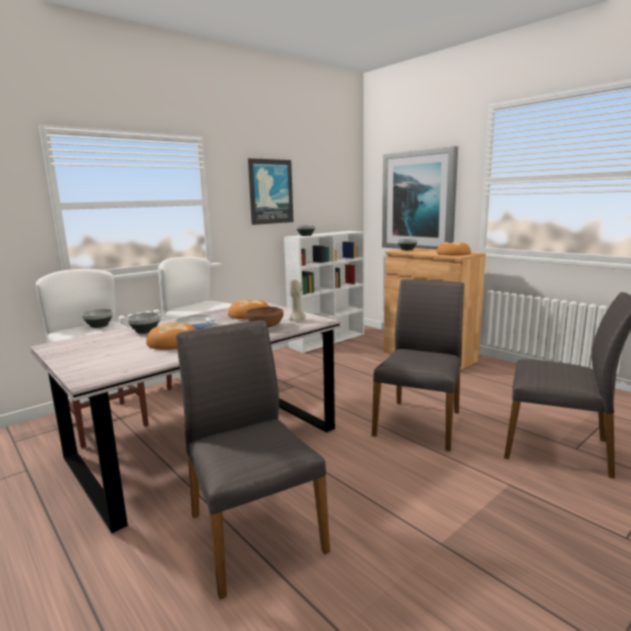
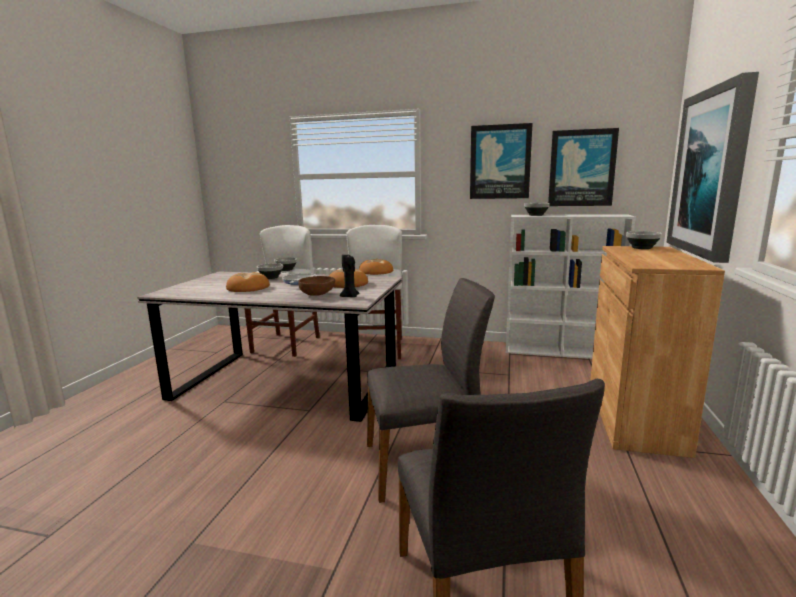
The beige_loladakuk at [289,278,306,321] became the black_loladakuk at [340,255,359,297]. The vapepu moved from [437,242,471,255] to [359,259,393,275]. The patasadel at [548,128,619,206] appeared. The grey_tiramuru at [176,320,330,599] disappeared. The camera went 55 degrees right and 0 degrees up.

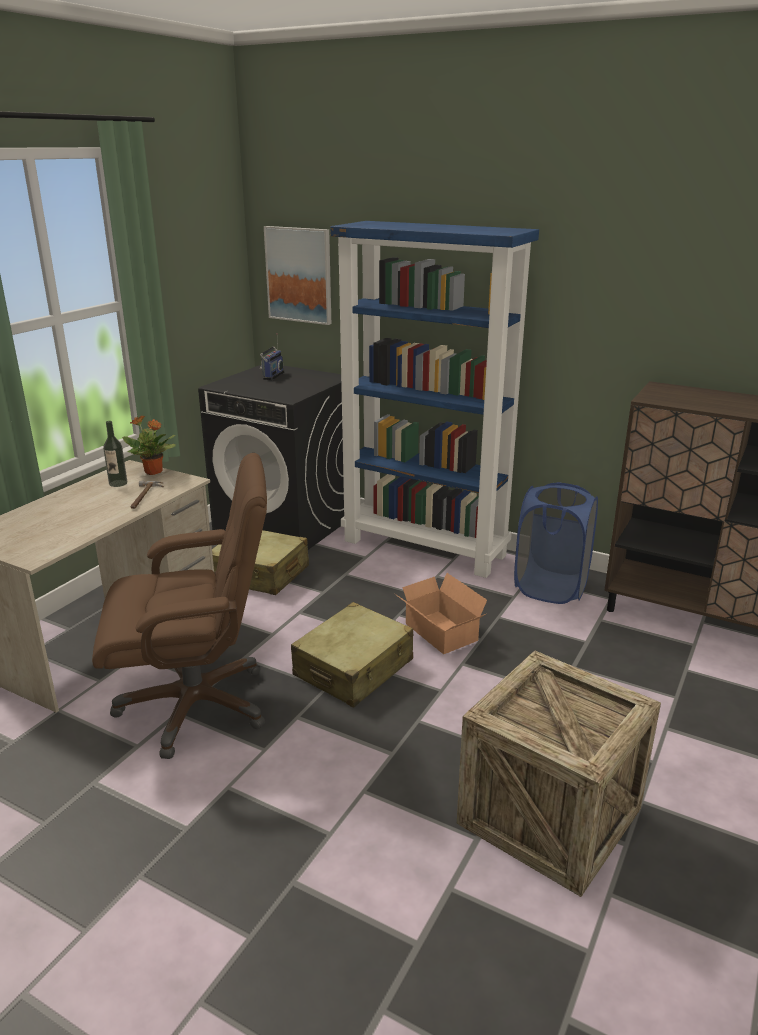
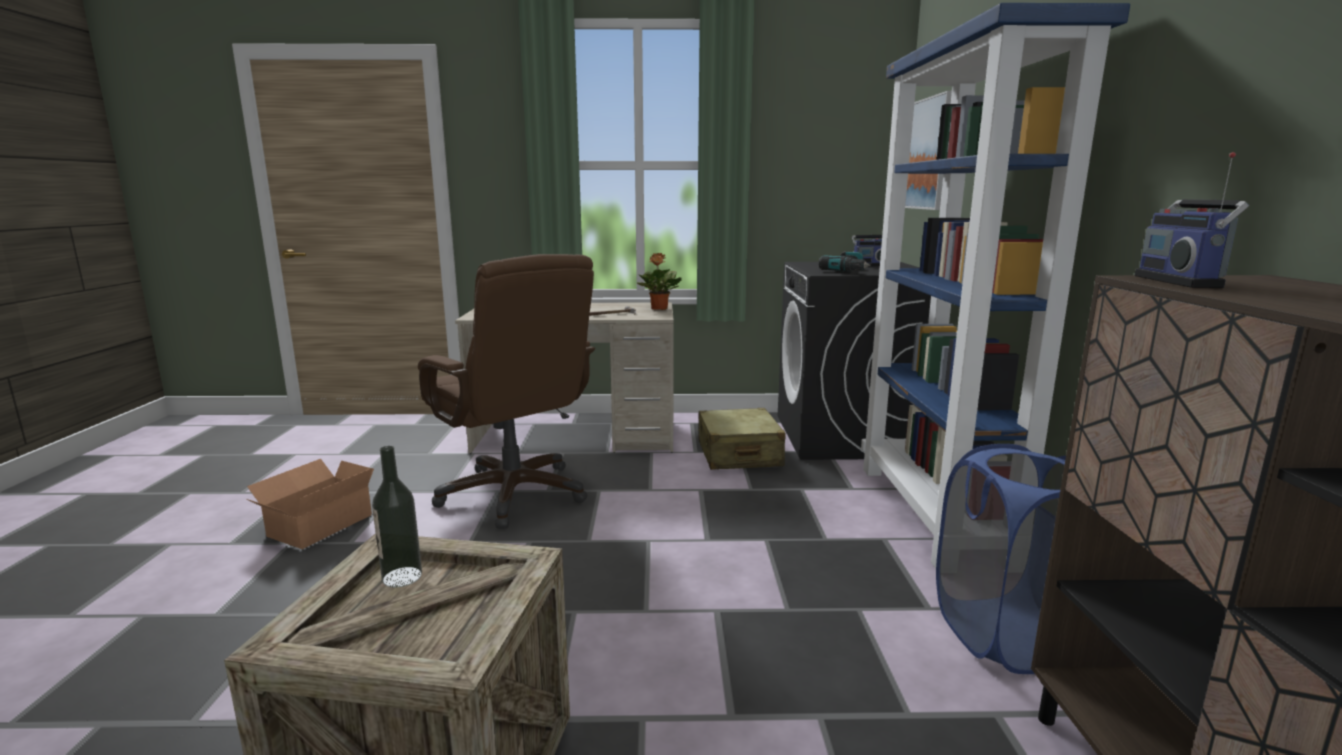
The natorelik moved from [395,573,487,654] to [247,459,374,549]. The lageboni moved from [103,421,127,487] to [372,446,422,588]. The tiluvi at [818,251,871,272] appeared. The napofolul at [1135,152,1249,288] appeared. The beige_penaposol at [291,602,413,707] disappeared. The camera went 60 degrees right and 10 degrees down.

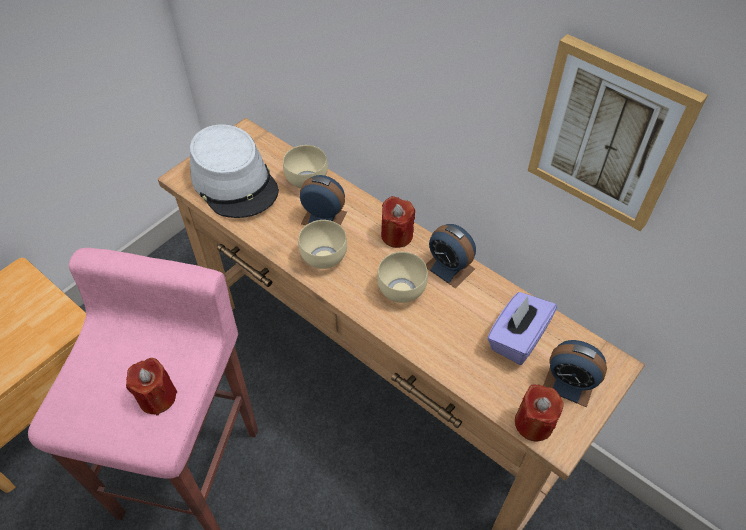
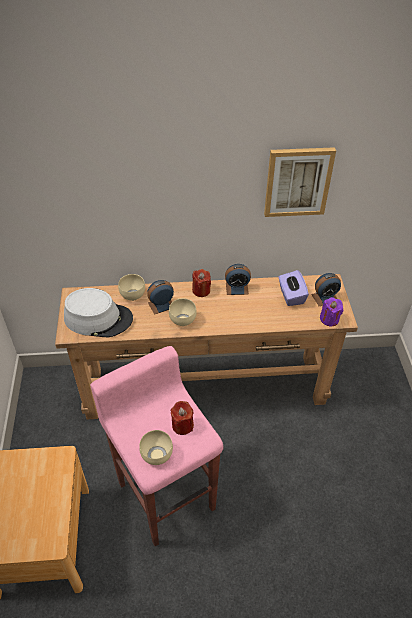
The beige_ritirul moved from [377,252,428,303] to [139,430,173,465]. The red_loladakuk at [515,384,564,442] became the purple_loladakuk at [320,297,343,326]. The camera went 45 degrees left and 5 degrees down.

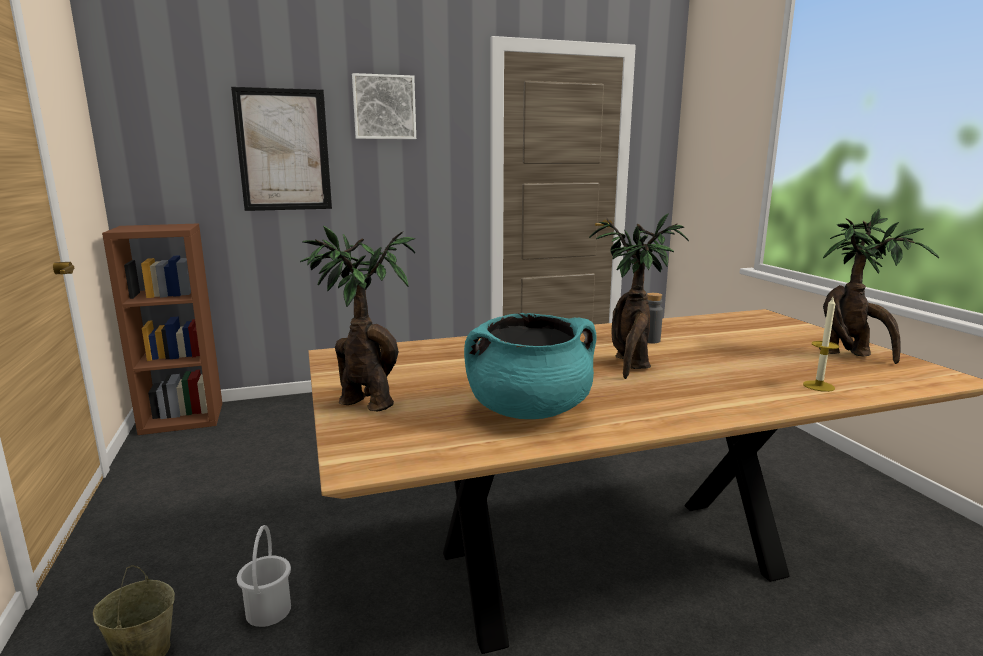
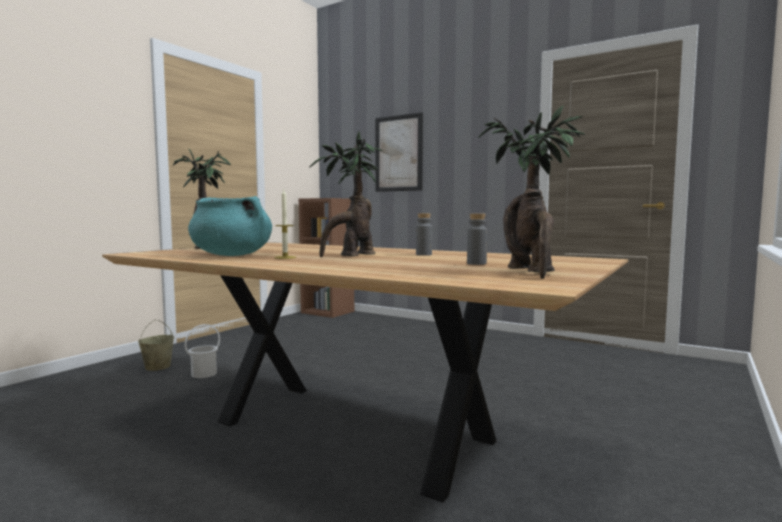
The loladakuk moved from [803,297,839,392] to [275,189,296,259]. The grey_lageboni at [467,213,487,265] appeared. The patasadel at [352,73,416,139] disappeared. The camera went 50 degrees right and 10 degrees down.

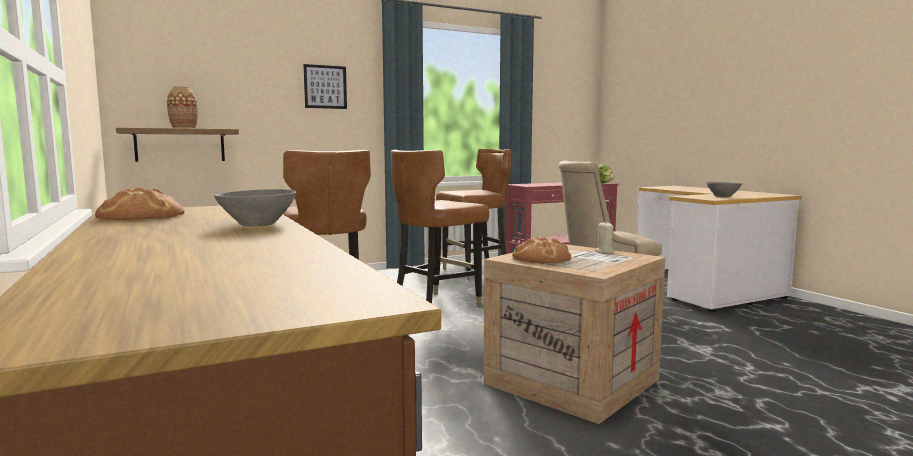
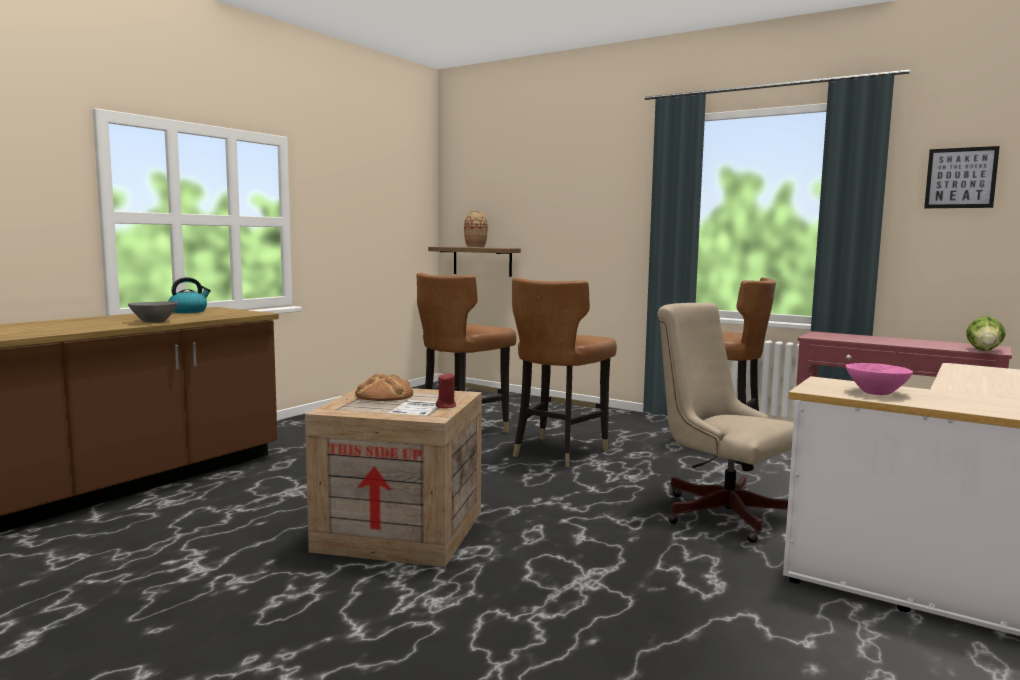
The vapepu at [95,187,185,220] was replaced by the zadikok at [168,277,211,313]. The beige_loladakuk at [595,222,614,253] became the red_loladakuk at [436,372,456,408]. The brown_tiramuru at [391,149,489,307] turned 75 degrees counterclockwise. The grey_ritirul at [706,182,742,197] became the pink_ritirul at [846,363,913,395]. The patasadel moved from [303,64,347,109] to [924,146,1000,208]. The camera went 60 degrees right and 0 degrees up.

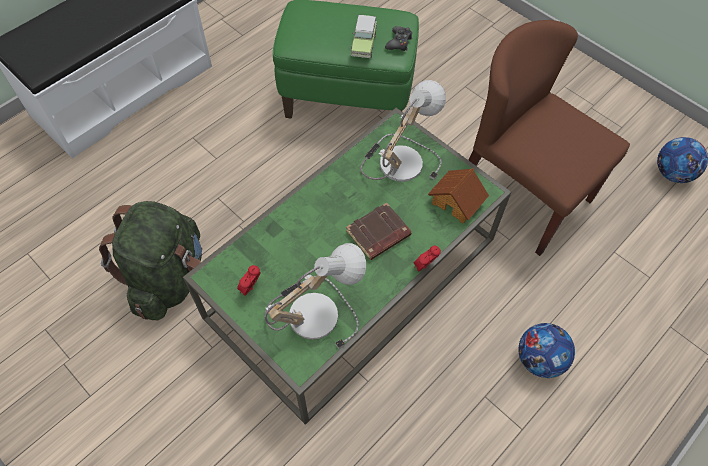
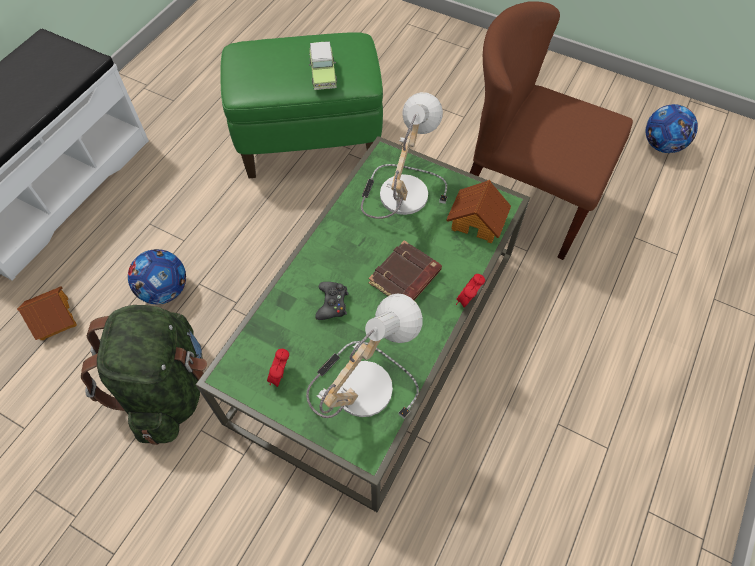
The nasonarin at [17,286,77,340] appeared. The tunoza moved from [518,323,575,378] to [128,249,186,304]. The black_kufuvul moved from [385,26,412,51] to [315,282,348,320]. The camera went 15 degrees left and 0 degrees up.

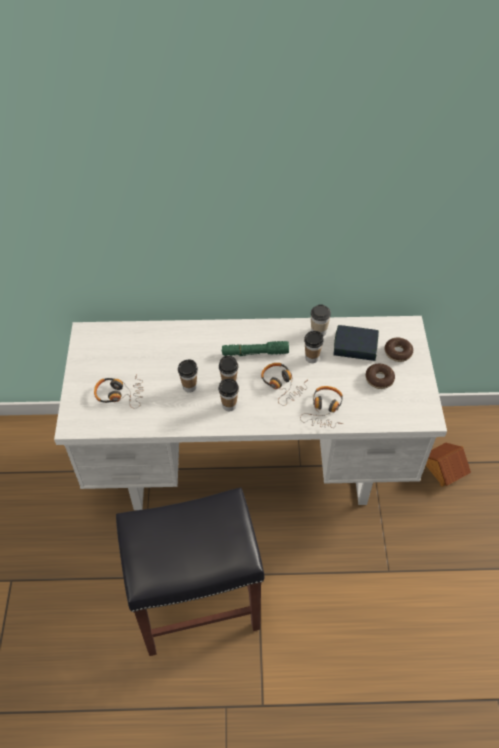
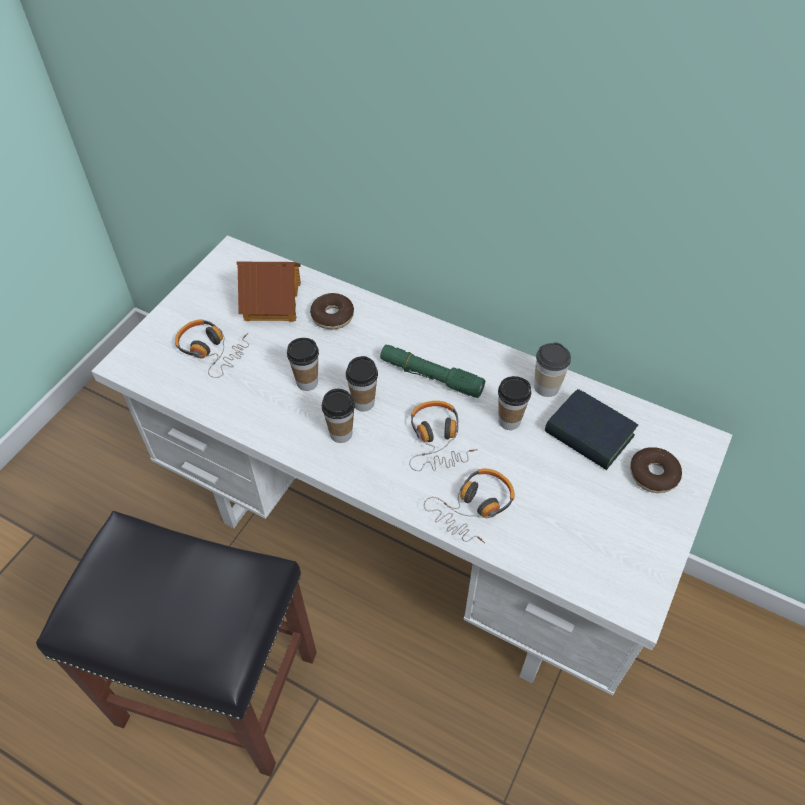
The nasonarin moved from [426,443,471,487] to [237,262,301,322]. The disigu moved from [366,364,395,389] to [310,293,354,329]. The camera went 30 degrees right and 0 degrees up.

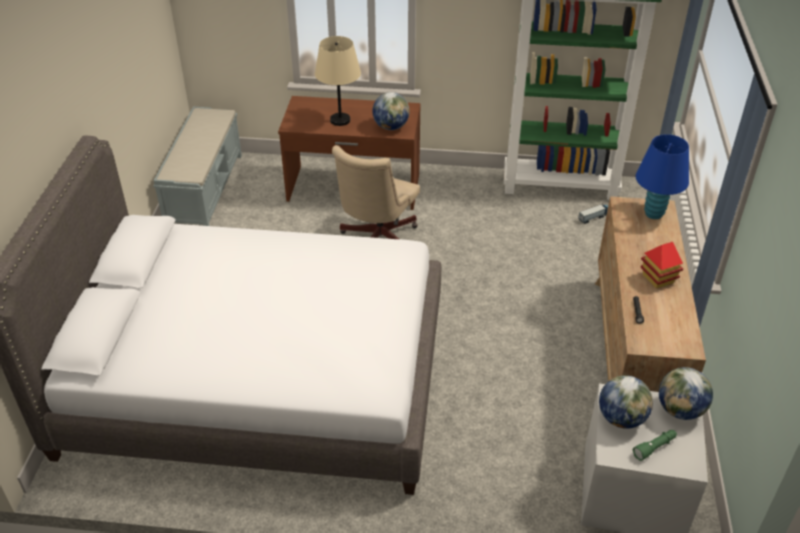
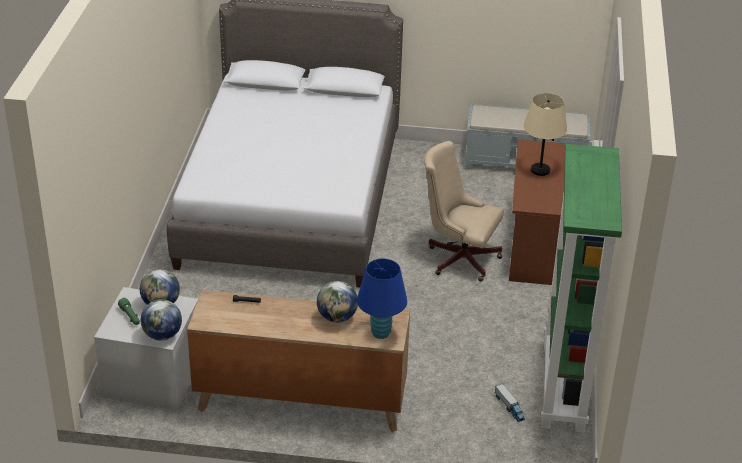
The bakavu moved from [372,92,410,130] to [317,281,358,323]. The nasonarin at [641,242,683,289] disappeared. The camera went 90 degrees right and 5 degrees down.

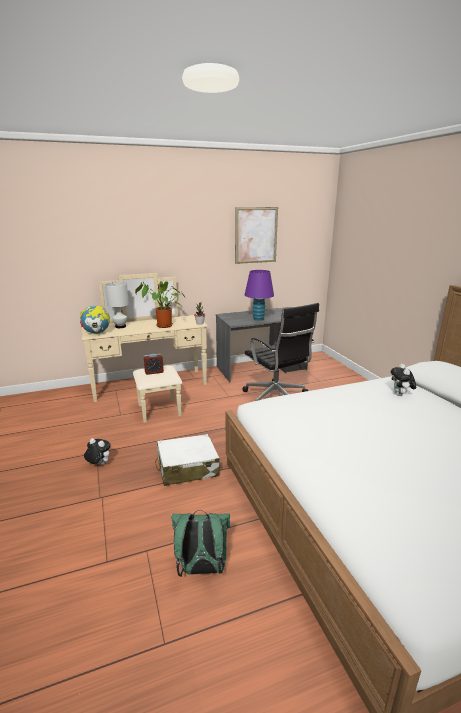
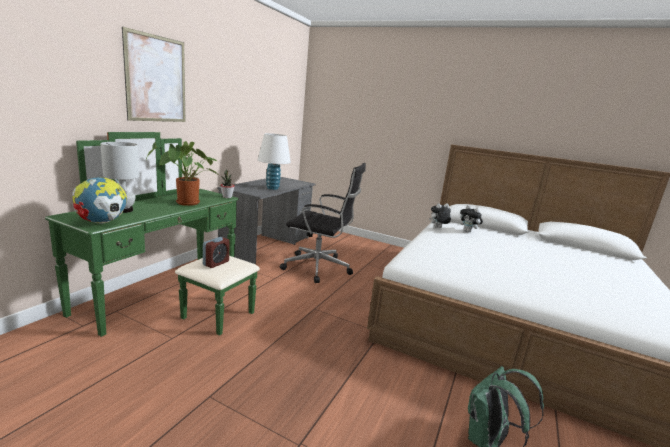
The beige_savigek at [81,273,208,423] became the green_savigek at [45,132,260,337]. The patasadel moved from [235,207,278,264] to [122,27,185,122]. The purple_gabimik at [245,270,274,321] became the white_gabimik at [258,133,291,190]. The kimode moved from [84,438,111,465] to [429,203,451,228]. The white_penaposol at [155,434,220,486] disappeared. The camera went 45 degrees left and 5 degrees down.

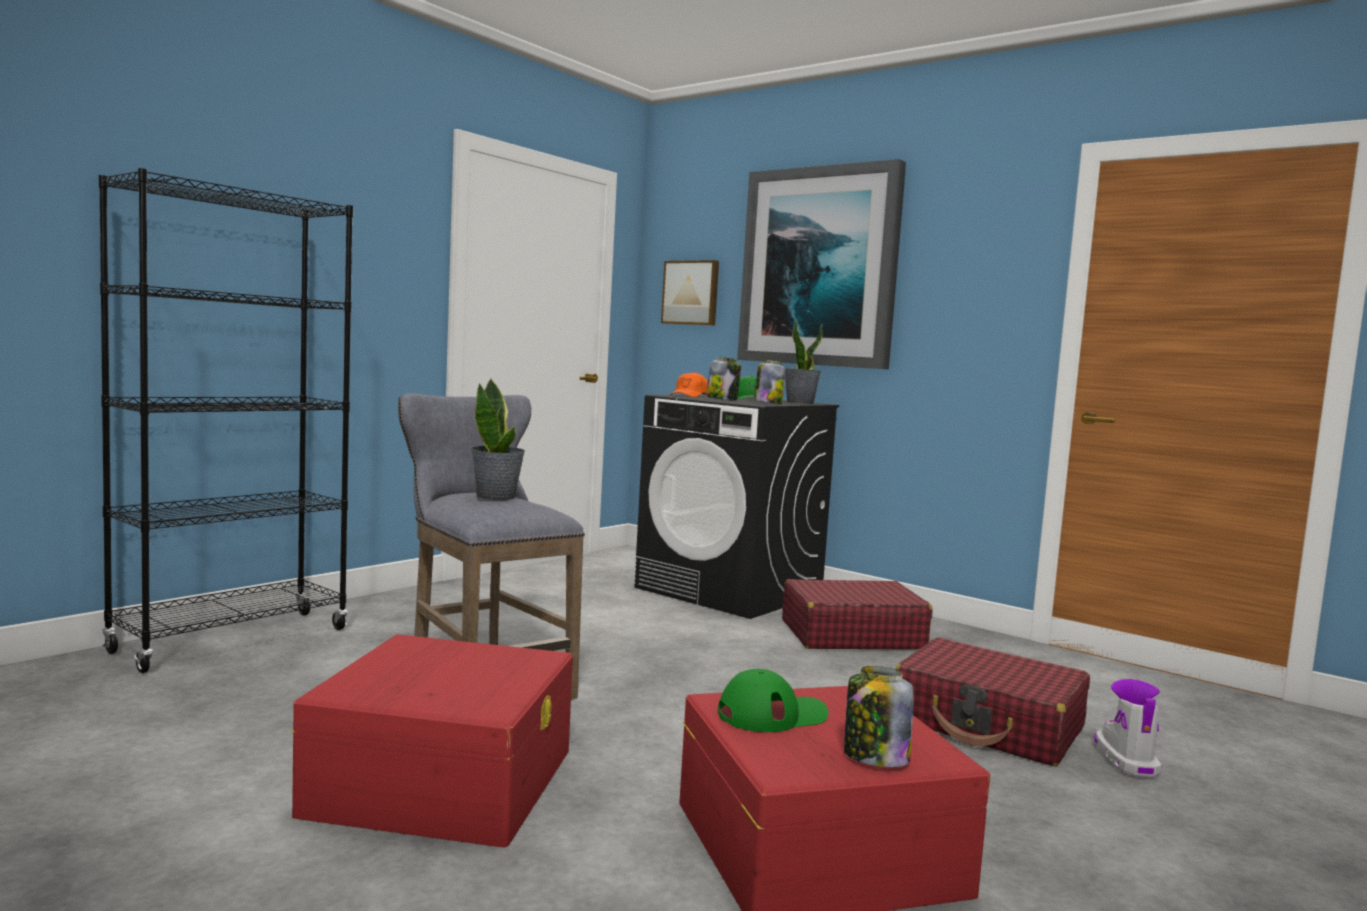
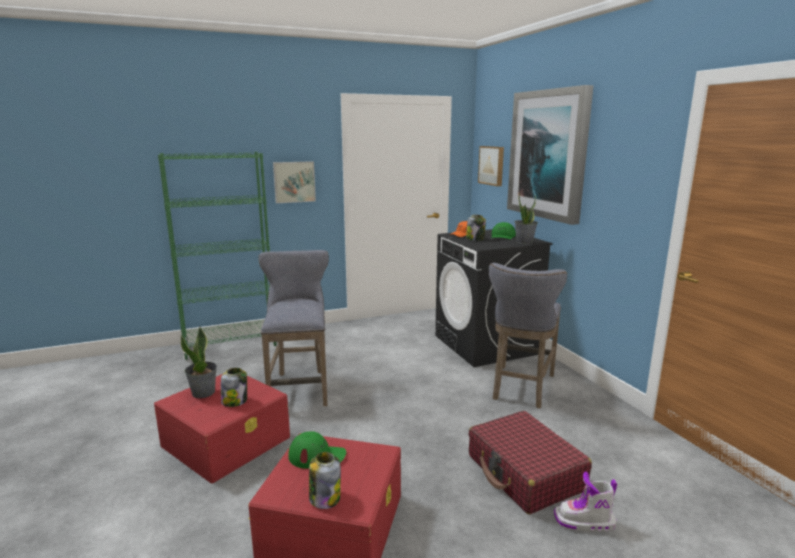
The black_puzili at [99,168,353,673] became the green_puzili at [158,152,278,360]. The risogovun moved from [470,378,525,500] to [181,327,217,398]. The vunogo moved from [753,360,786,404] to [221,368,247,407]. The patasadel at [273,161,316,203] appeared. The red_penaposol at [782,579,932,649] was replaced by the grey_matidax at [489,263,567,408]. The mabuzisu at [1094,679,1162,777] turned 120 degrees counterclockwise. The camera went 30 degrees right and 10 degrees up.

